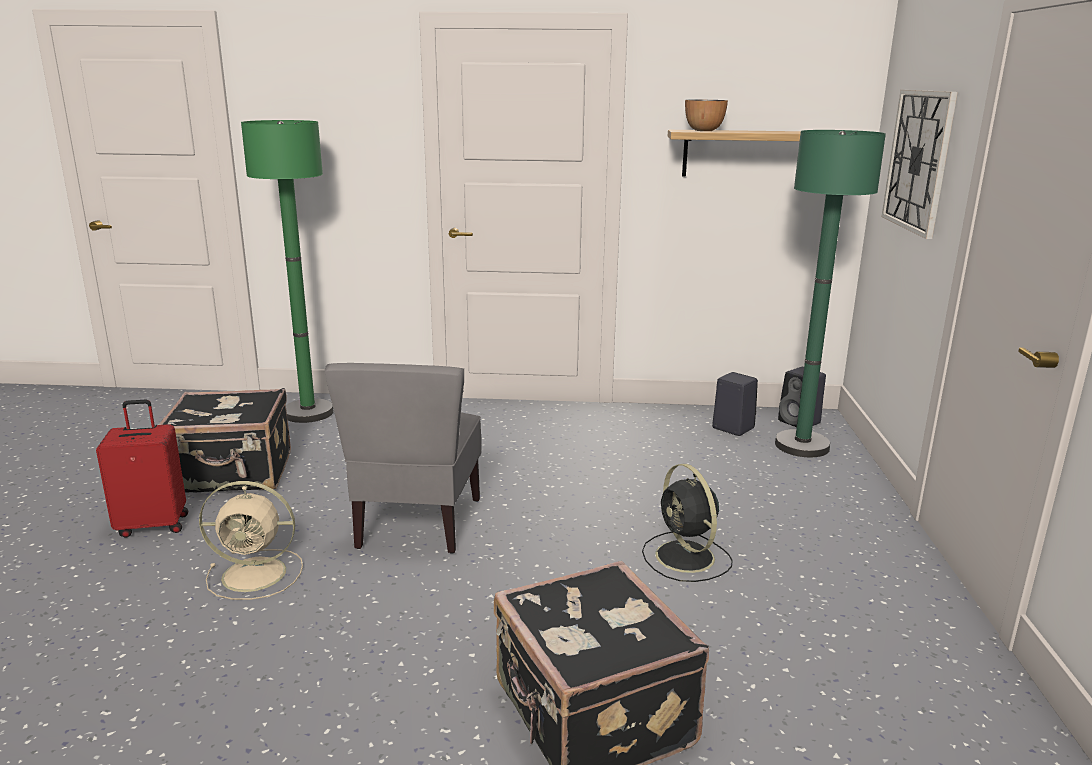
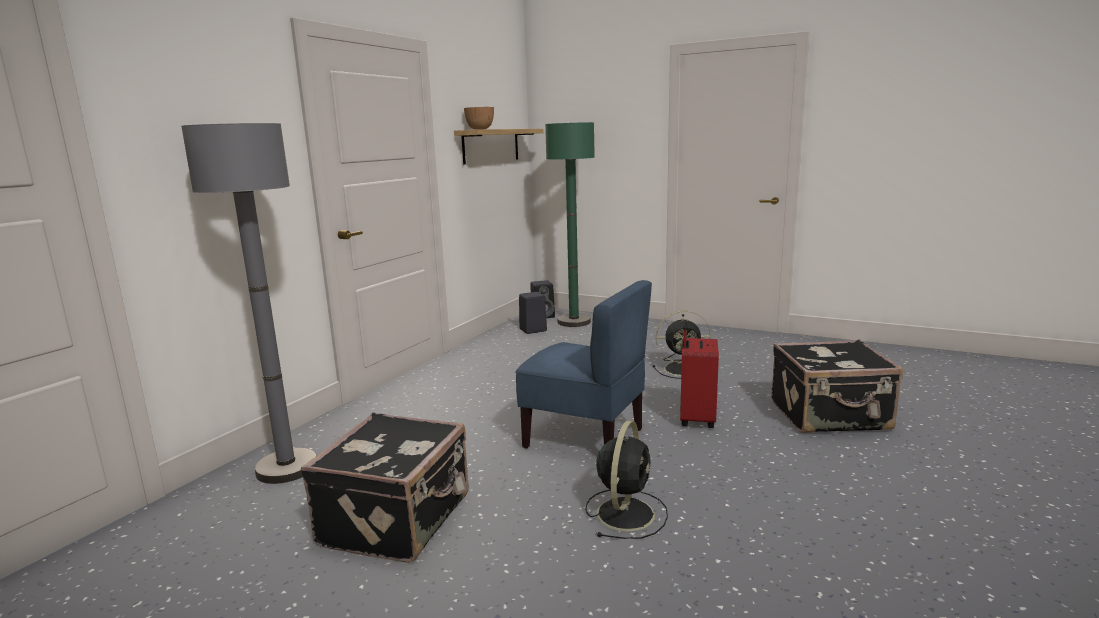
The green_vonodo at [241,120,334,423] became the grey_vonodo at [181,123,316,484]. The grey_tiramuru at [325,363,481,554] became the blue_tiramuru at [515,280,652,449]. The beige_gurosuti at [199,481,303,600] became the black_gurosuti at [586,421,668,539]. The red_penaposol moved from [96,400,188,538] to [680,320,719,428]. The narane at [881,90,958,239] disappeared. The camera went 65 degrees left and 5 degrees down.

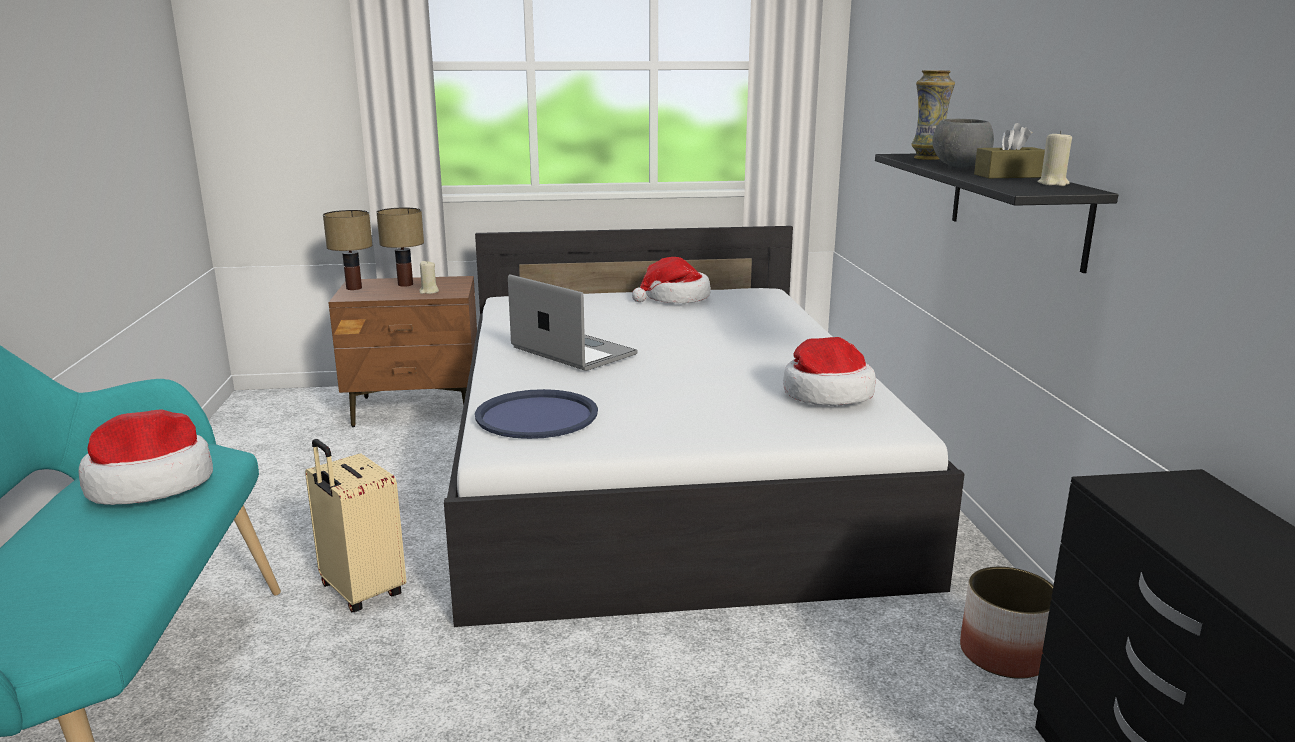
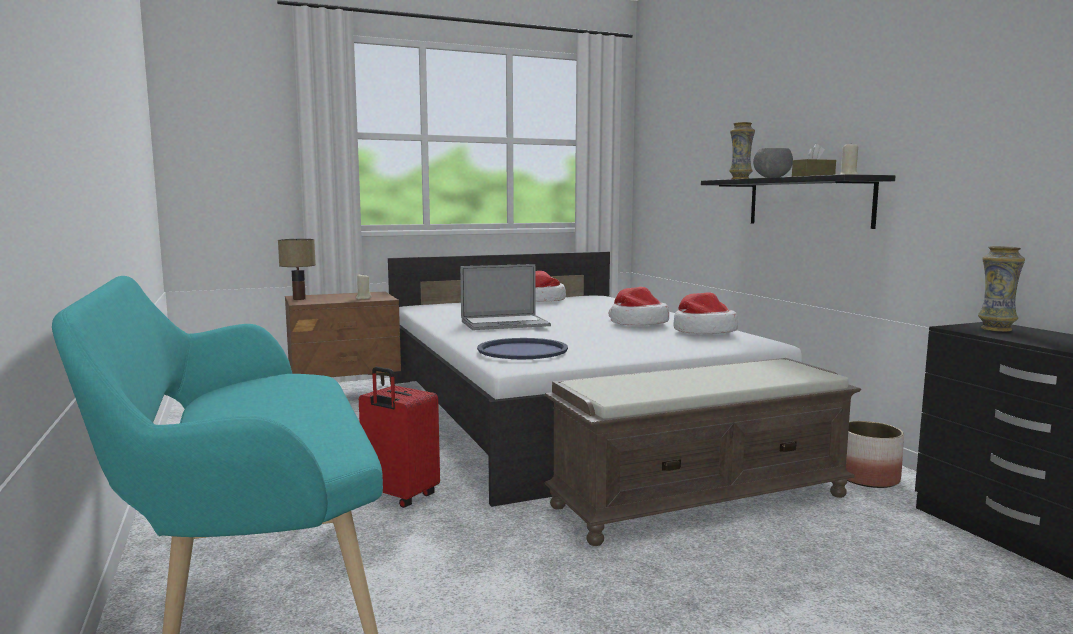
The beige_penaposol at [305,439,406,612] became the red_penaposol at [359,367,440,508]. The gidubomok at [508,275,638,371] turned 135 degrees clockwise. The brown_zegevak at [545,358,861,546] appeared. The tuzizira moved from [79,409,213,505] to [609,287,669,326]. The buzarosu at [978,246,1025,332] appeared. The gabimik at [376,208,424,287] disappeared. The camera went 15 degrees left and 10 degrees down.

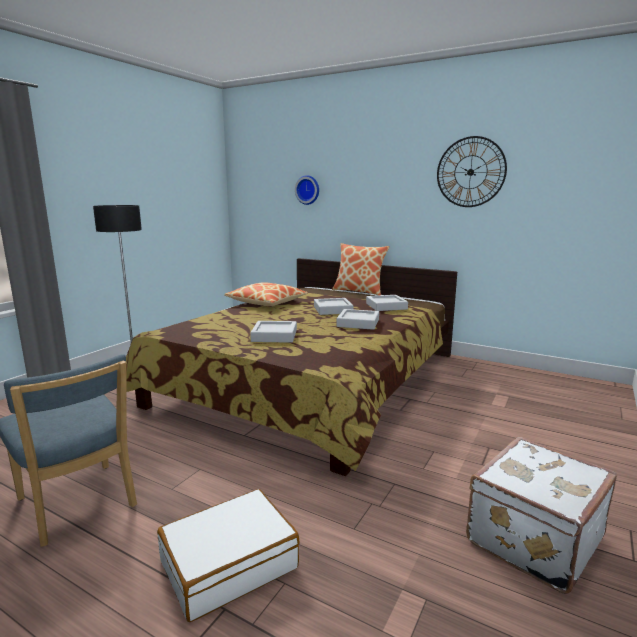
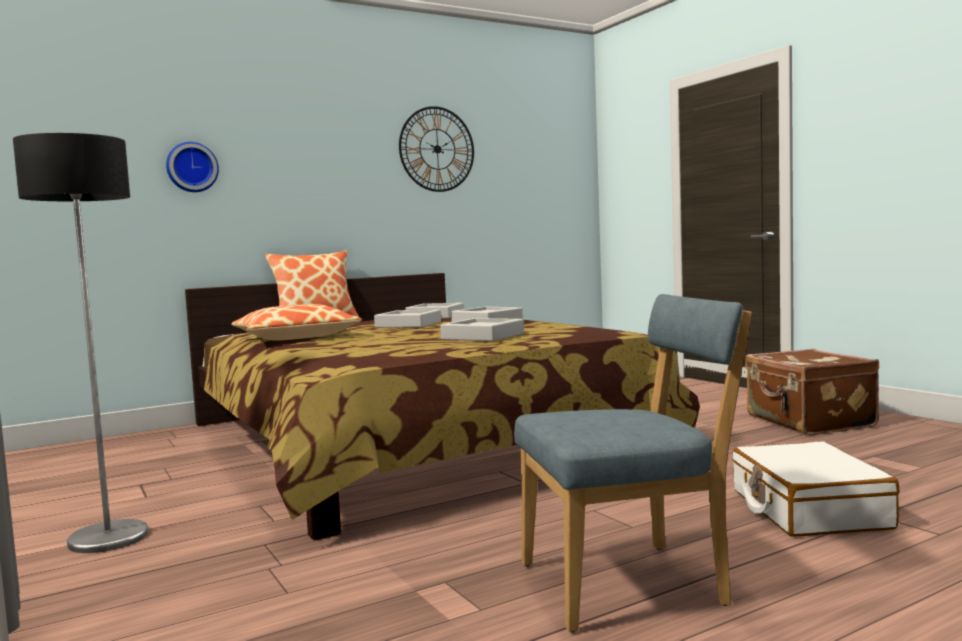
The white_penaposol at [466,436,617,594] became the brown_penaposol at [745,349,879,435]. The camera went 60 degrees left and 10 degrees down.

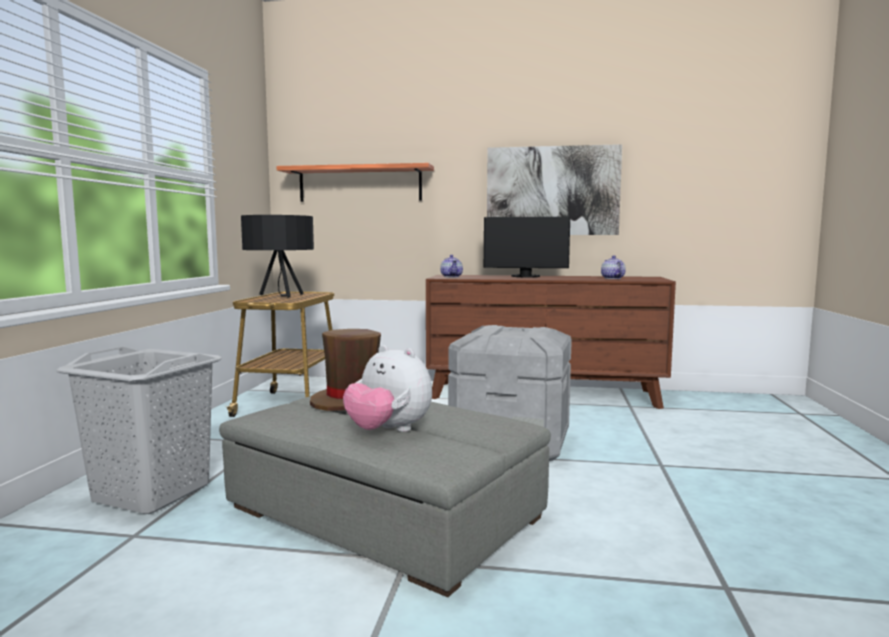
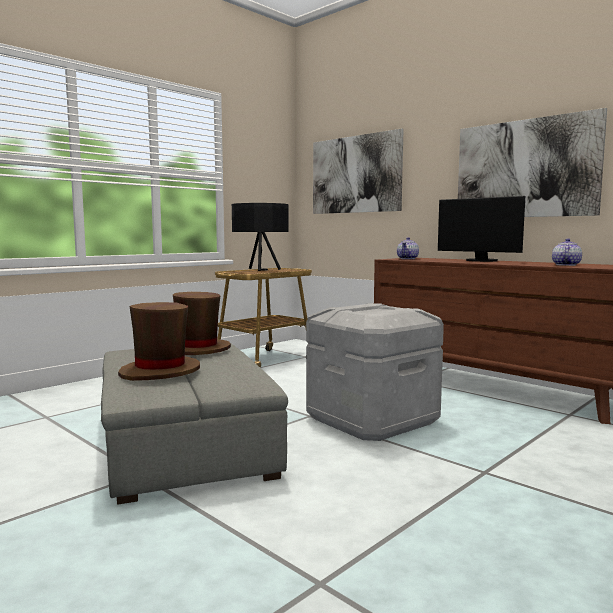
The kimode at [343,345,432,432] was replaced by the brown_tuzizira at [118,302,200,381]. The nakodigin at [277,163,434,202] was replaced by the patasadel at [313,128,403,214]. The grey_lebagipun at [56,347,222,514] disappeared. The camera went 35 degrees right and 0 degrees up.

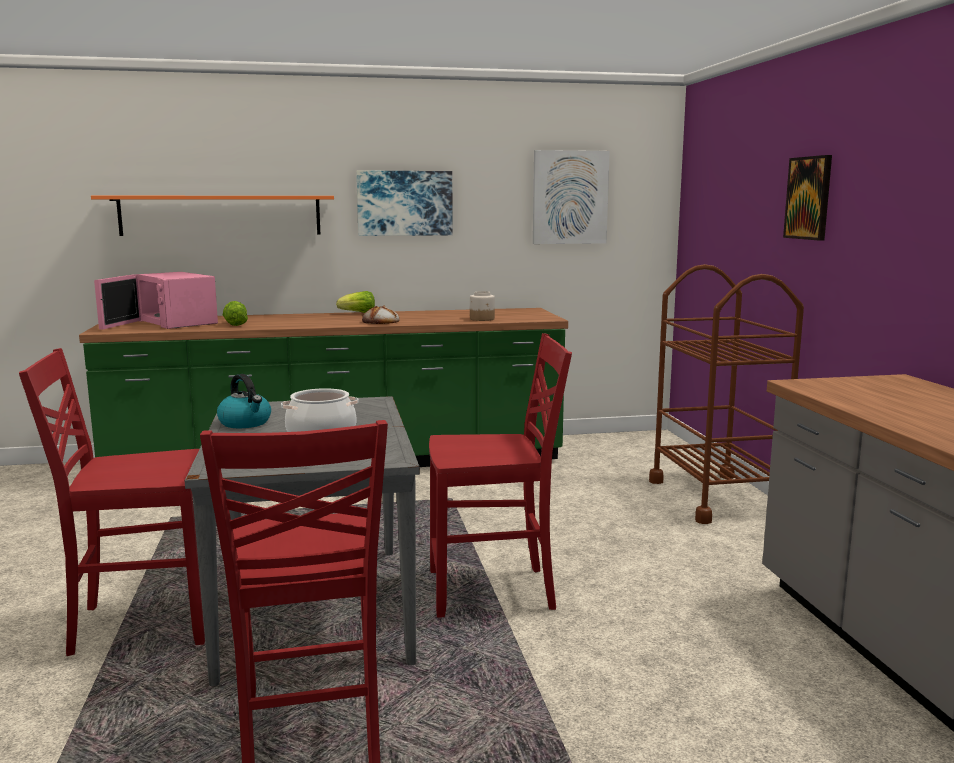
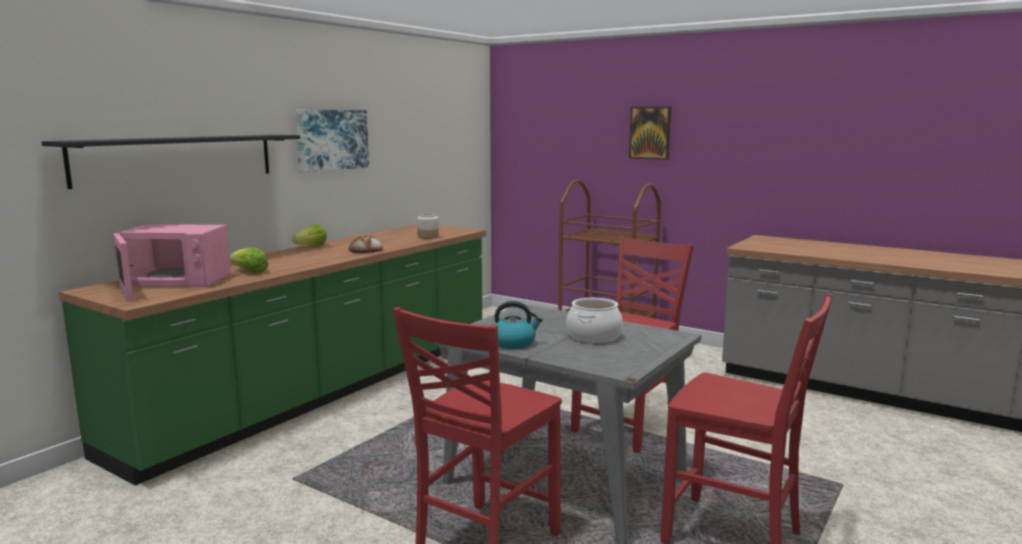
The orange_nakodigin at [91,196,334,236] became the black_nakodigin at [42,135,300,189]. The patasadel at [533,150,610,244] disappeared. The camera went 45 degrees left and 0 degrees up.

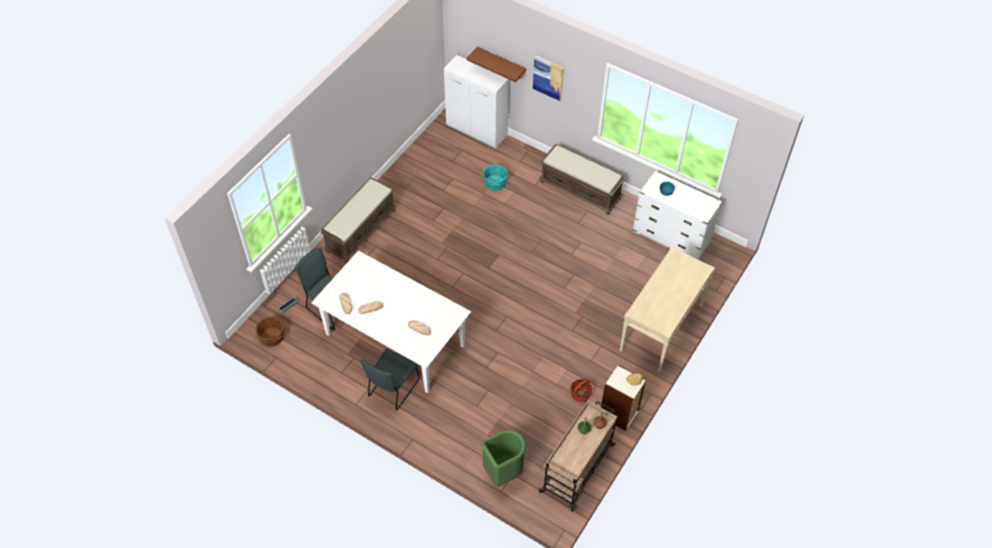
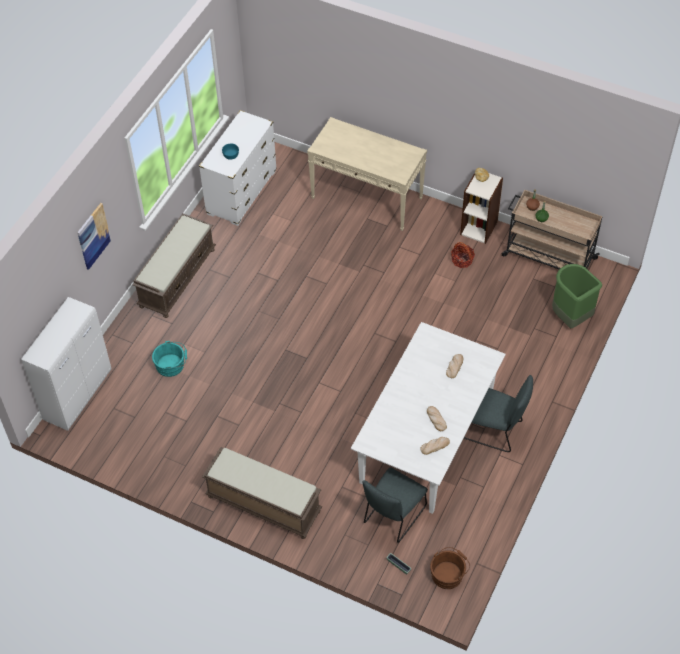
The brown_nakodigin at [466,47,526,82] disappeared. The camera went 95 degrees left and 0 degrees up.

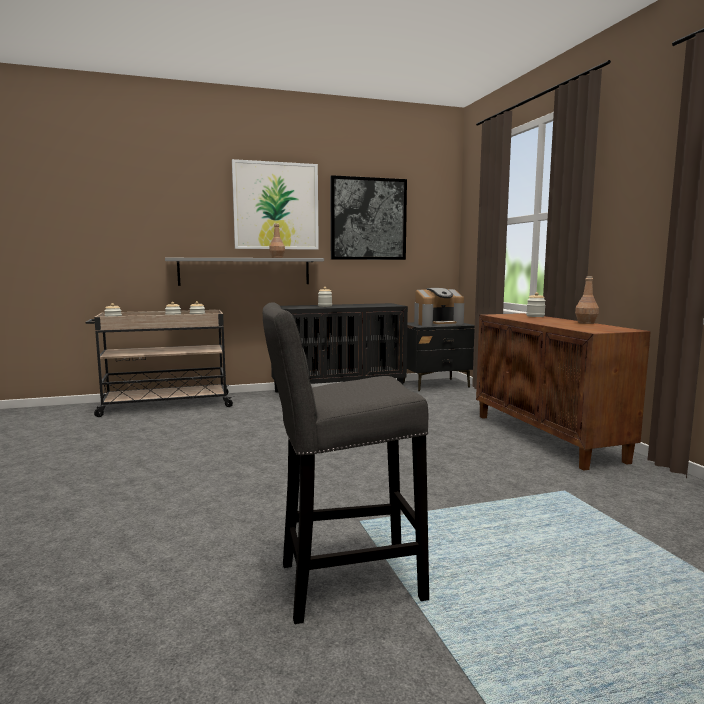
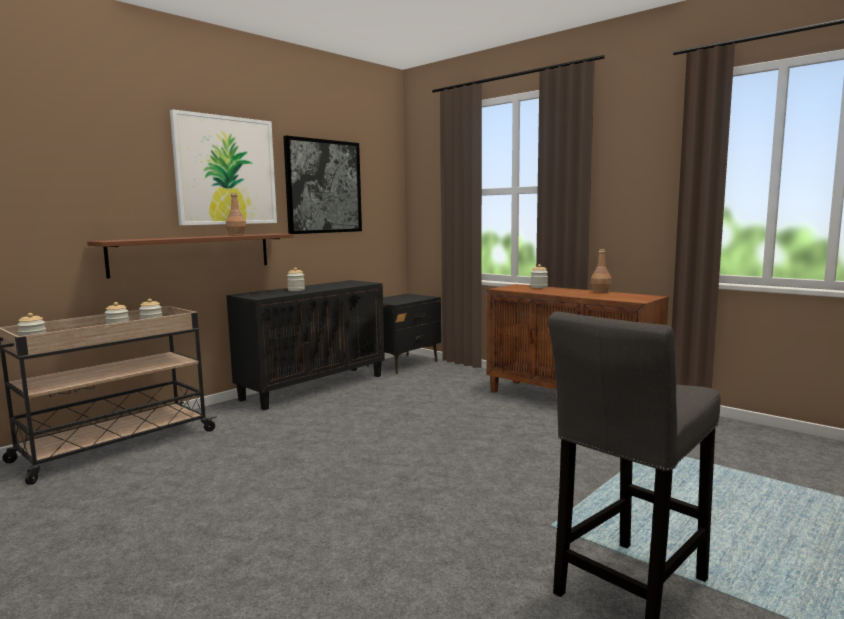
The grey_nakodigin at [165,258,324,286] became the brown_nakodigin at [87,234,293,279]. The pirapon at [414,288,464,326] disappeared. The camera went 30 degrees left and 0 degrees up.

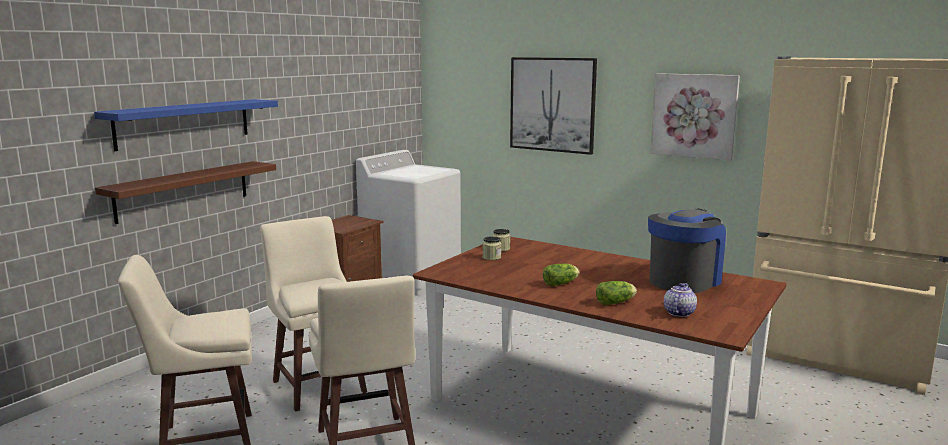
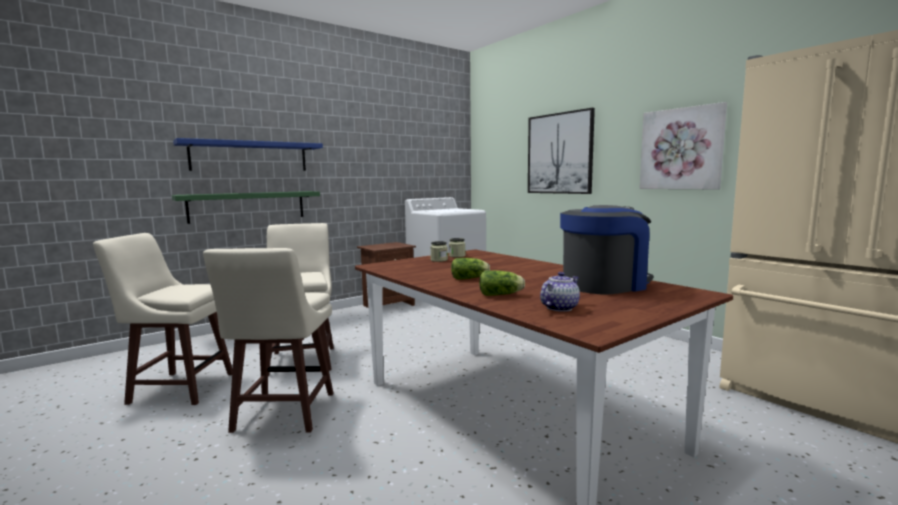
The brown_nakodigin at [95,161,276,224] became the green_nakodigin at [172,191,320,224]. The camera went 20 degrees right and 5 degrees down.

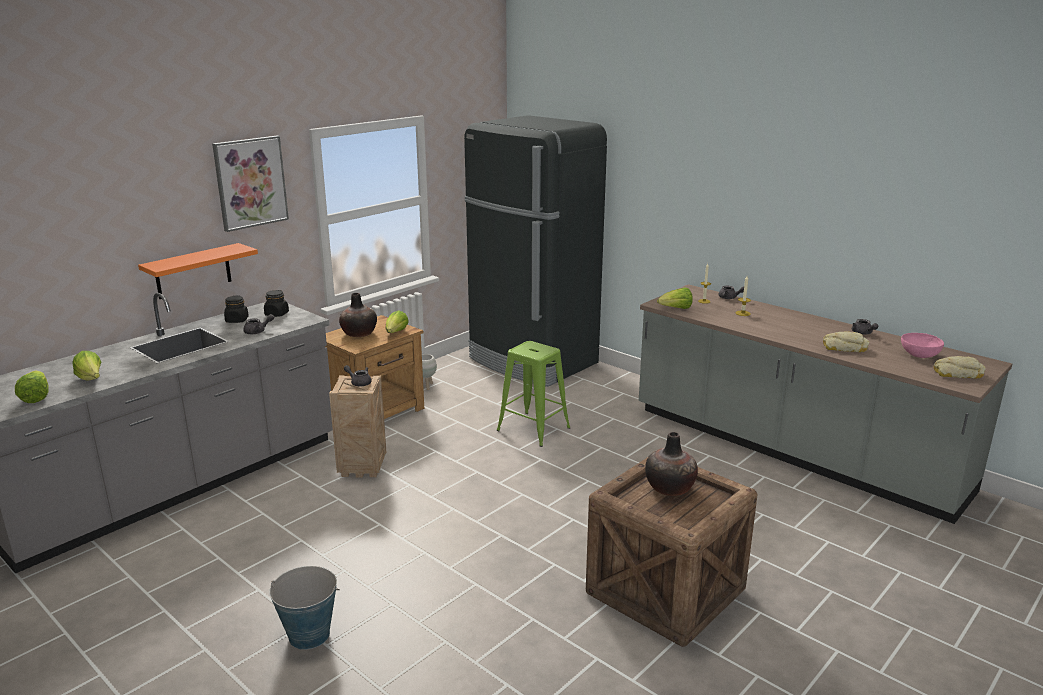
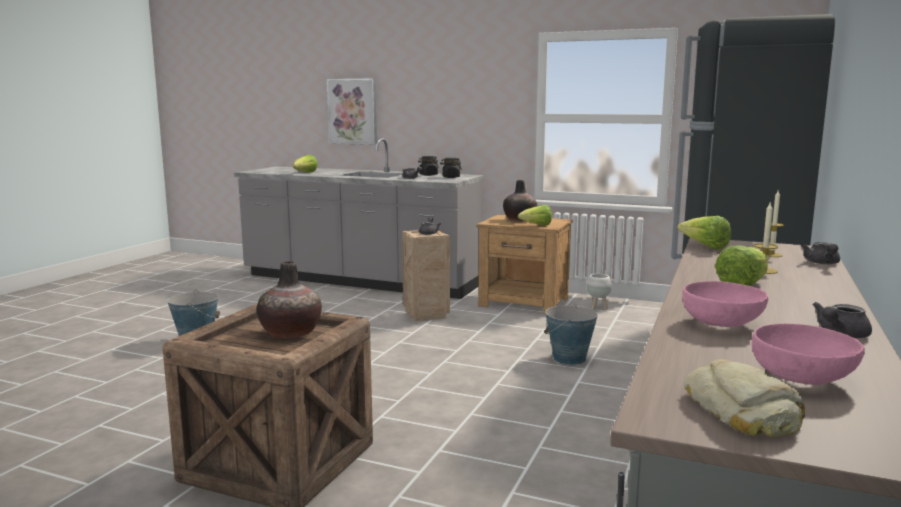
The patasadel moved from [212,136,289,232] to [327,78,377,145]. The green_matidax at [497,341,570,447] was replaced by the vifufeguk at [544,304,598,365]. The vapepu at [823,332,869,352] was replaced by the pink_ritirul at [682,281,768,327]. The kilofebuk moved from [15,370,49,403] to [715,246,768,286]. The orange_nakodigin at [138,243,258,299] disappeared. The camera went 70 degrees right and 10 degrees down.

